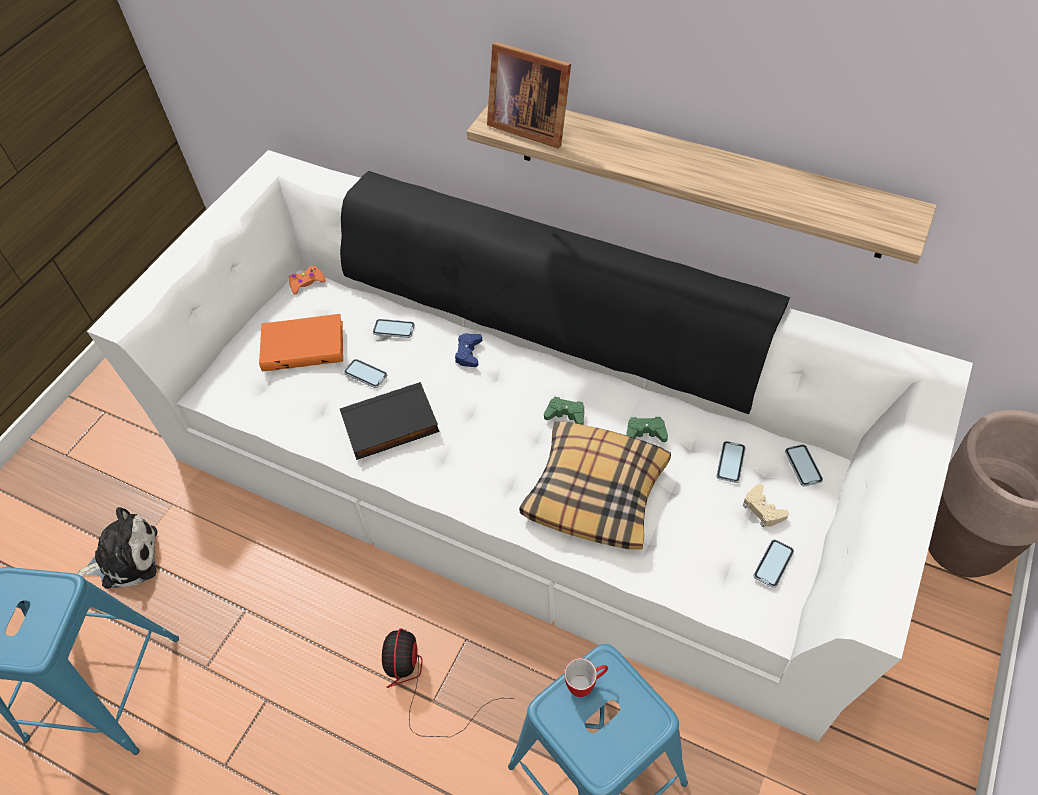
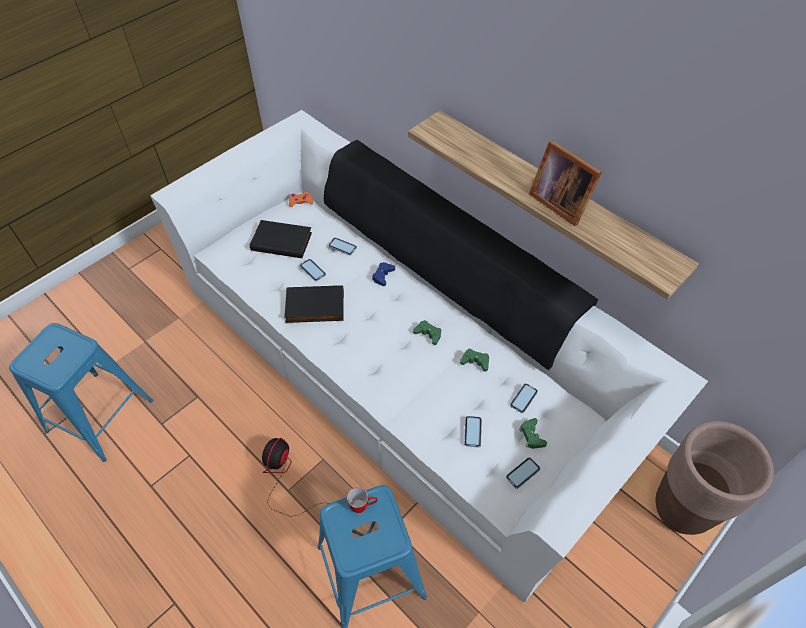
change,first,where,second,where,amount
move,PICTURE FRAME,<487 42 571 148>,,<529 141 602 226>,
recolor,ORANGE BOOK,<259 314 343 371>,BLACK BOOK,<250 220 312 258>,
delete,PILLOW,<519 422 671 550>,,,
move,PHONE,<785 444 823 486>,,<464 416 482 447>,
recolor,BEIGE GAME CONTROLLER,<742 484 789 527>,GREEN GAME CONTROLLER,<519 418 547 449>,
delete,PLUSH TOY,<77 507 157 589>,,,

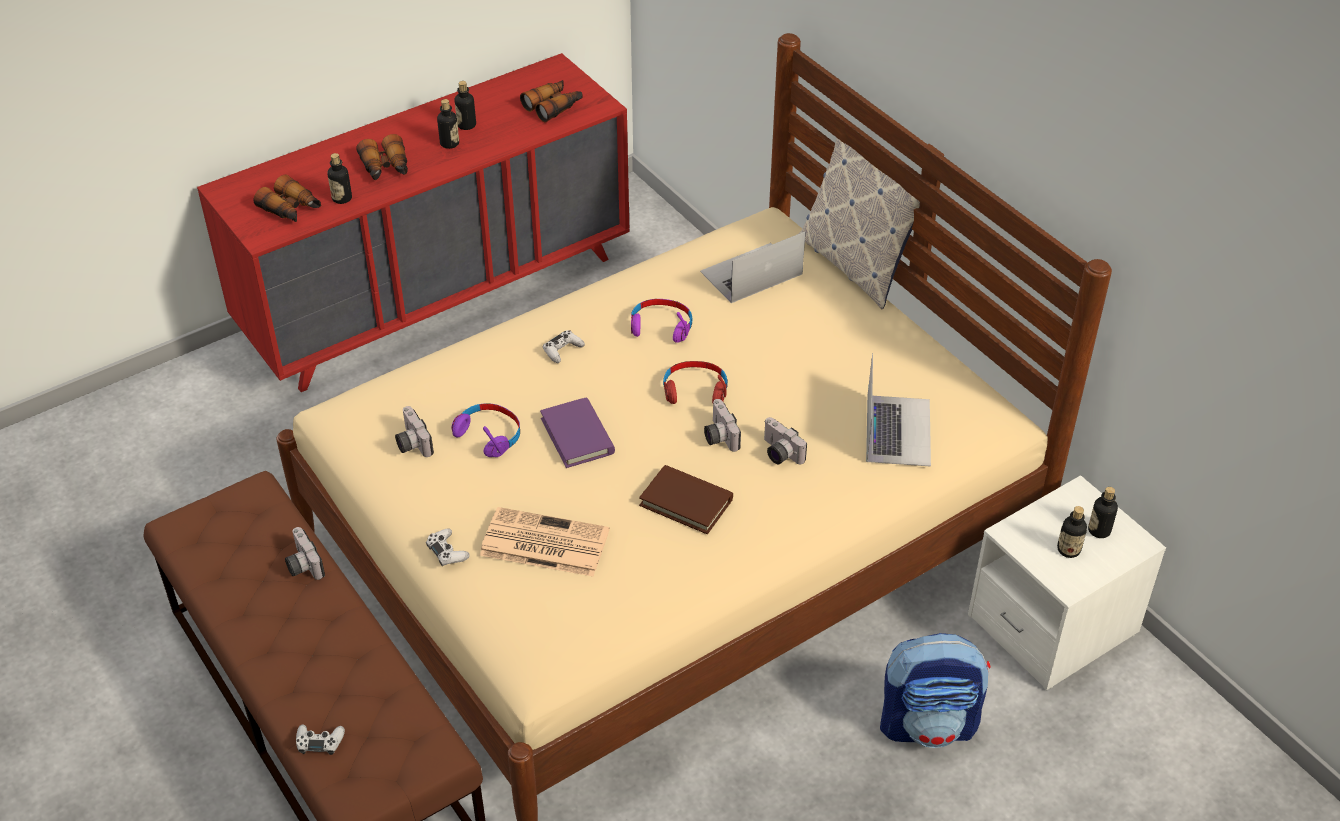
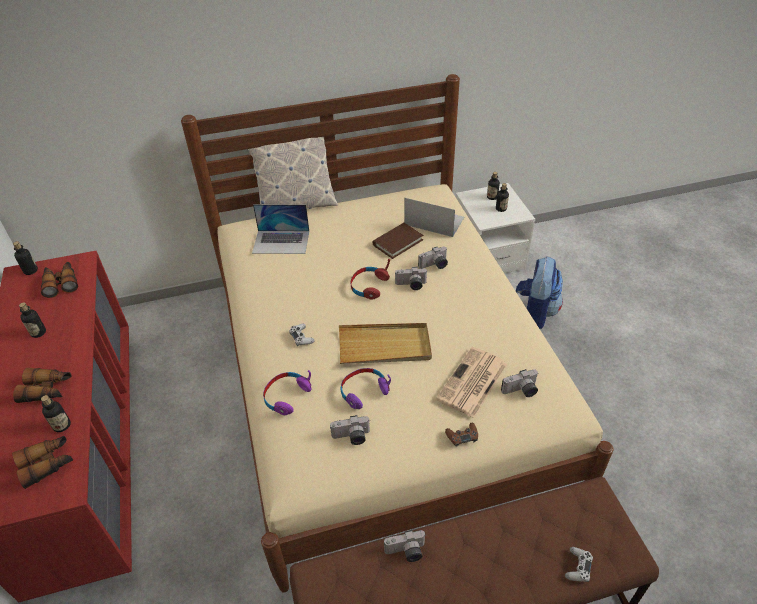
change,first,where,second,where,amount
move,BOTTLE,<437 99 459 149>,,<13 241 38 275>,
rotate,LAPTOP,<700 232 805 303>,,<252 204 309 254>,75 degrees counterclockwise
move,PURPLE HEADPHONES,<631 299 692 343>,,<263 370 312 415>,
replace,PURPLE BOOK,<540 397 615 468>,BEIGE TRAY,<339 323 432 364>,
move,BROWN BOOK,<639 465 733 534>,,<373 223 423 259>,
recolor,WHITE GAME CONTROLLER,<426 529 470 566>,BROWN GAME CONTROLLER,<445 423 478 447>,
insert,,,PHOTO CAMERA,<501 369 538 397>,

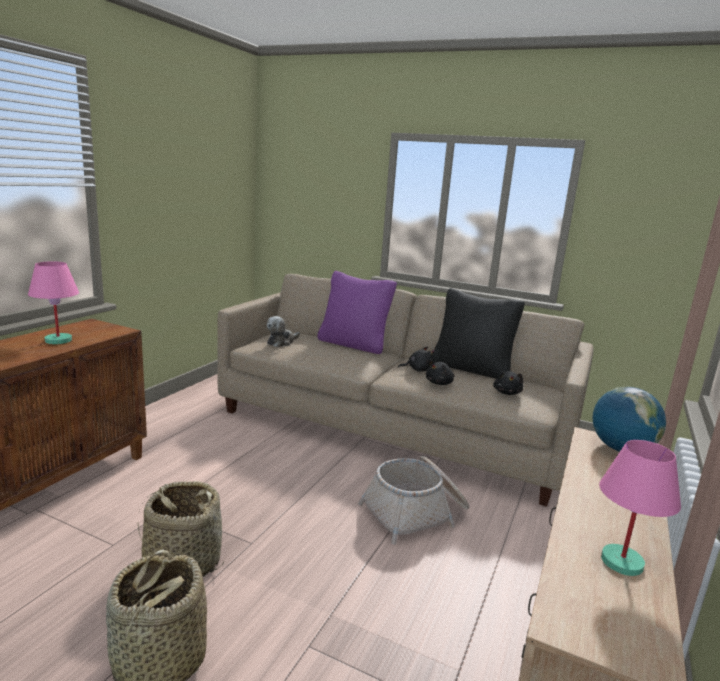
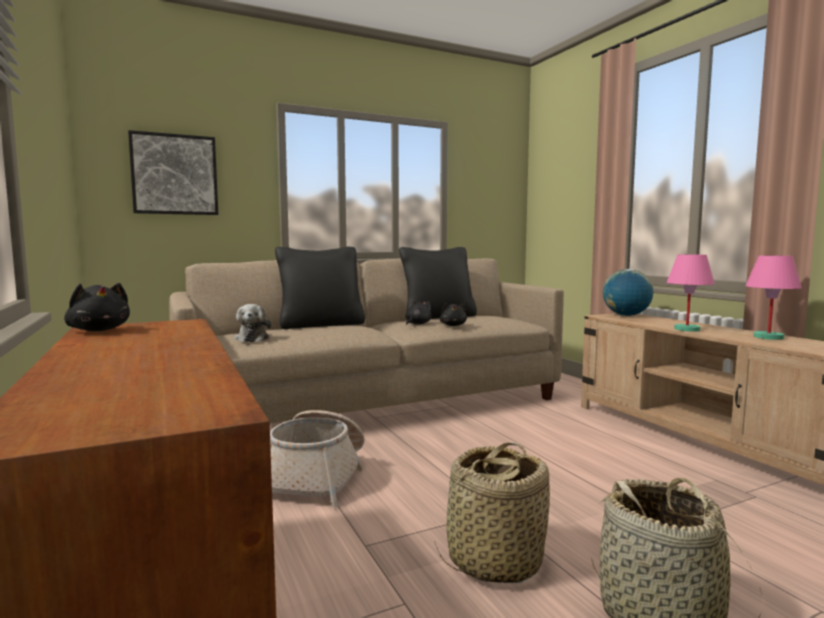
change,first,where,second,where,amount
move,PINK TABLE LAMP,<28 261 79 344>,,<666 254 715 332>,
recolor,PURPLE PILLOW,<317 271 397 354>,BLACK PILLOW,<275 247 365 329>,
move,BLACK PLUSH TOY,<493 371 524 395>,,<64 283 130 331>,
move,BASKET,<358 456 469 545>,,<270 410 365 508>,
insert,,,PICTURE,<128 130 218 215>,

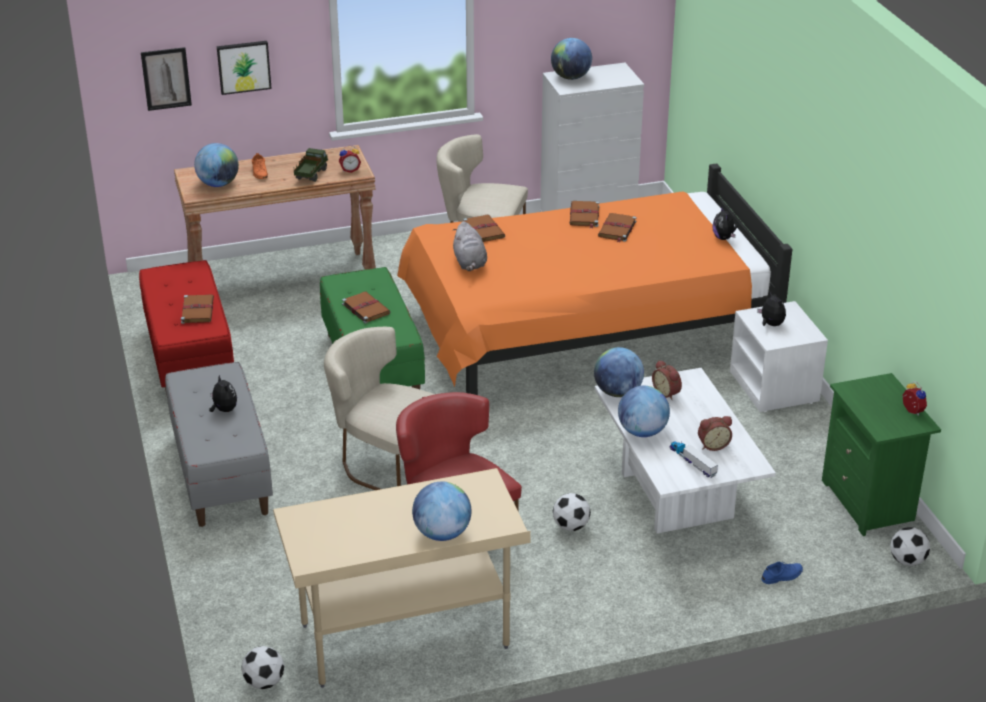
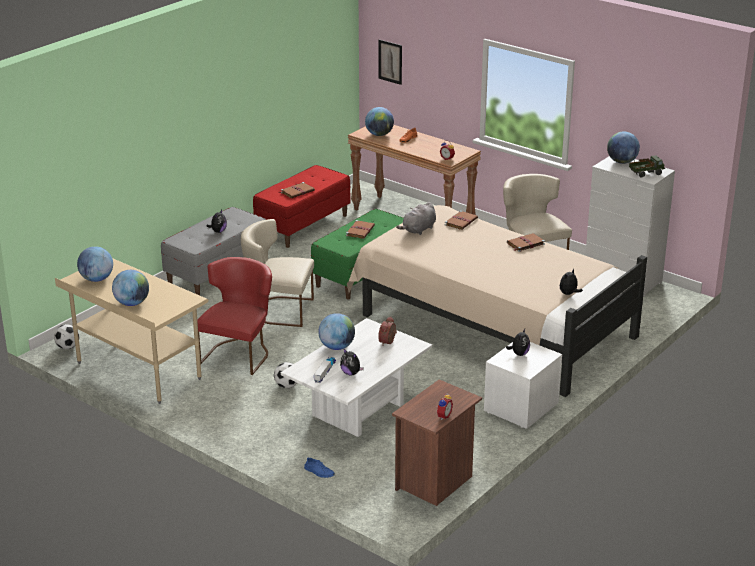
change,first,where,second,where,amount
delete,PICTURE,<217 41 272 95>,,,
move,TOY TRUCK,<294 148 328 182>,,<629 155 665 178>,
recolor,ORANGE BED,<397 163 792 395>,BEIGE BED,<347 205 647 397>,
delete,BROWN BOOK,<598 213 637 243>,,,
rotate,BEIGE CHAIR,<324 327 435 490>,,<241 219 314 327>,75 degrees counterclockwise
move,GLOBE,<594 347 644 397>,,<77 246 113 282>,
recolor,GREEN NIGHTSTAND,<822 373 941 536>,BROWN NIGHTSTAND,<392 379 482 506>,
replace,ALARM CLOCK,<698 416 732 451>,PLUSH TOY,<340 349 364 375>,
delete,FOOTBALL,<890 527 930 566>,,,

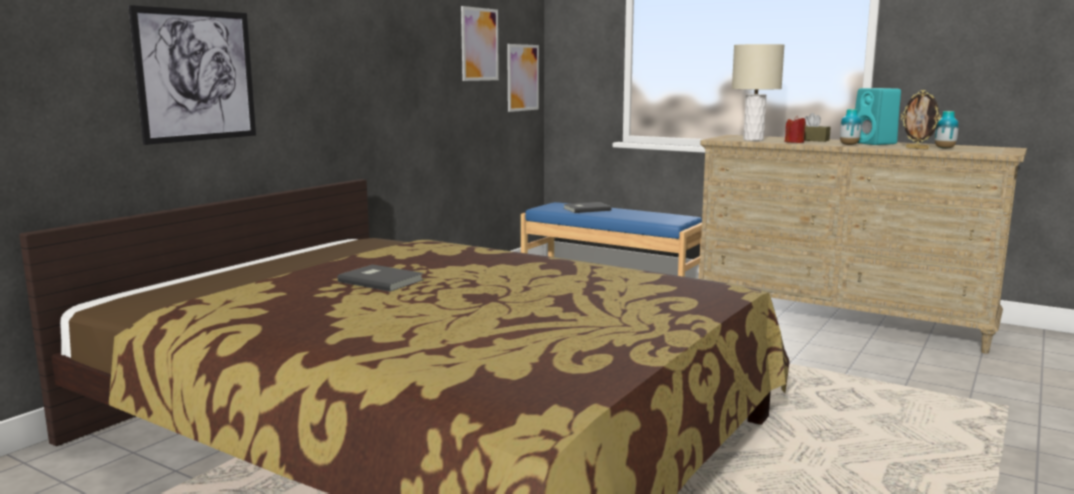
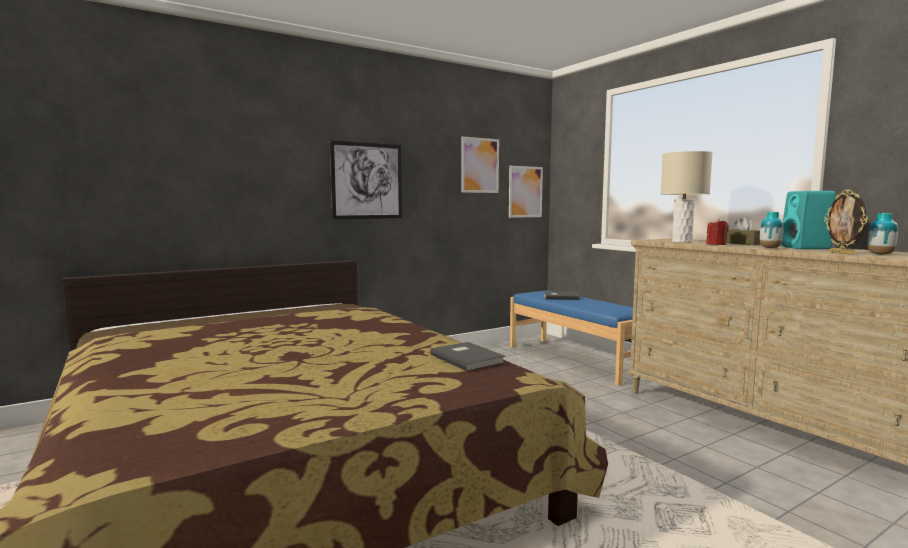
change,first,where,second,where,amount
move,PICTURE,<129 5 256 145>,,<330 140 402 219>,
move,GREY BOOK,<337 264 424 292>,,<430 342 505 371>,

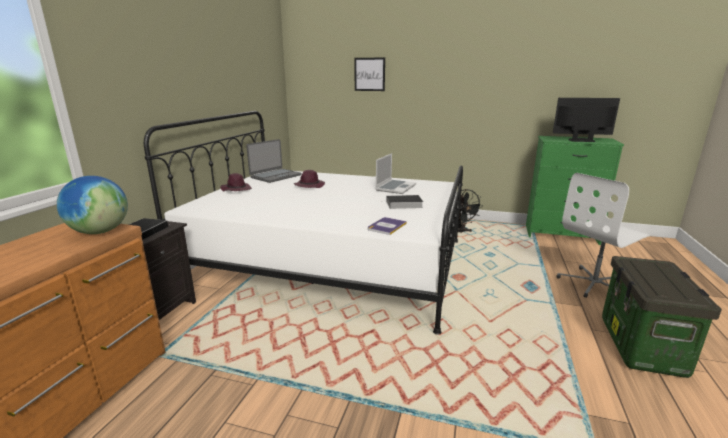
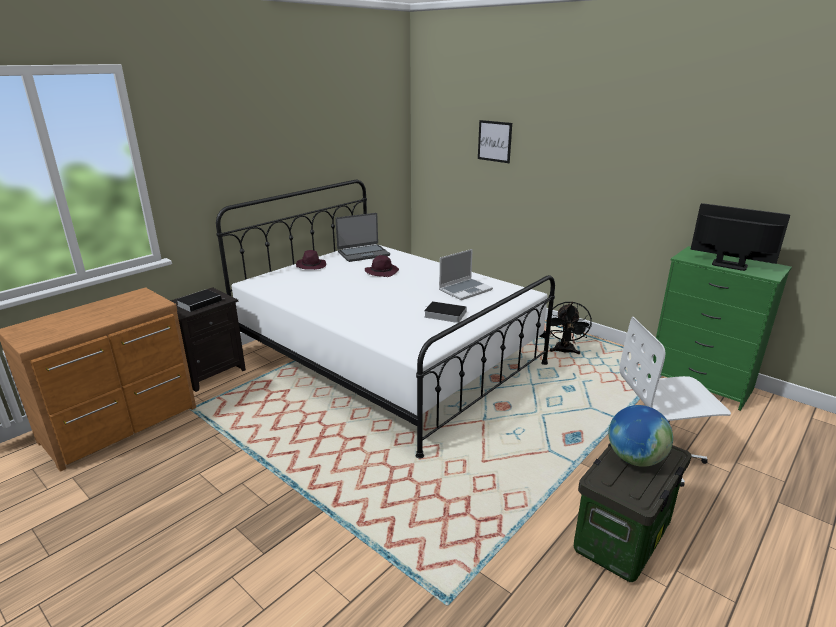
change,first,where,second,where,amount
move,GLOBE,<57 176 128 234>,,<608 405 673 467>,
delete,BOOK,<368 217 407 235>,,,

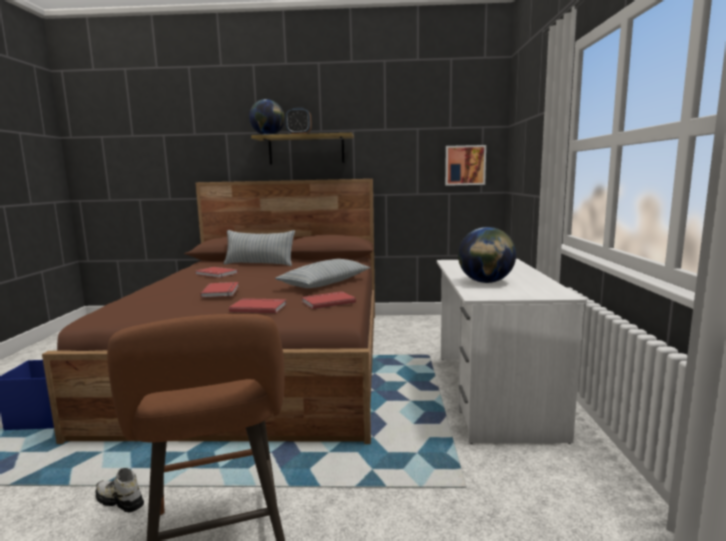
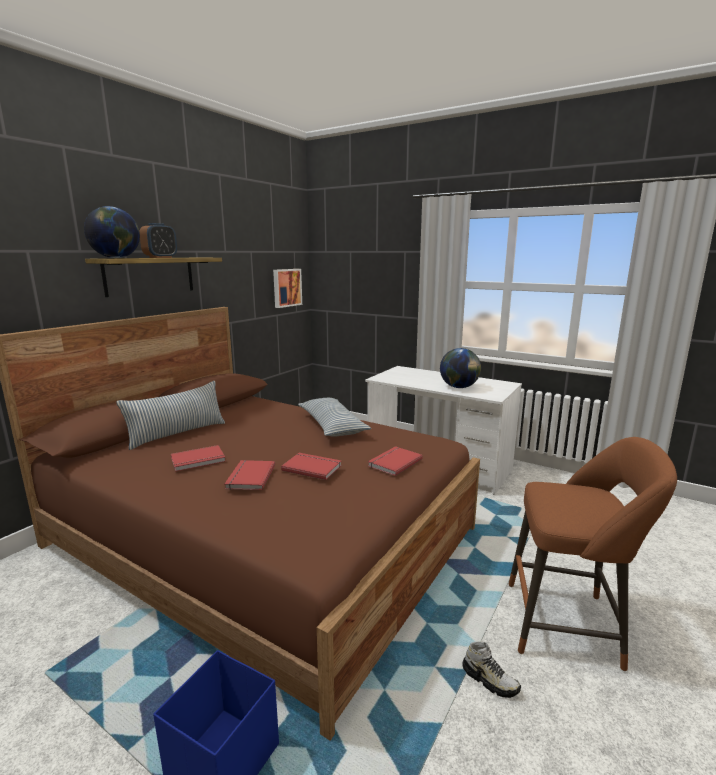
change,first,where,second,where,amount
move,RED BOOK,<301 291 356 309>,,<225 460 275 490>,
rotate,SHOE,<96 468 144 513>,,<462 641 521 698>,105 degrees counterclockwise

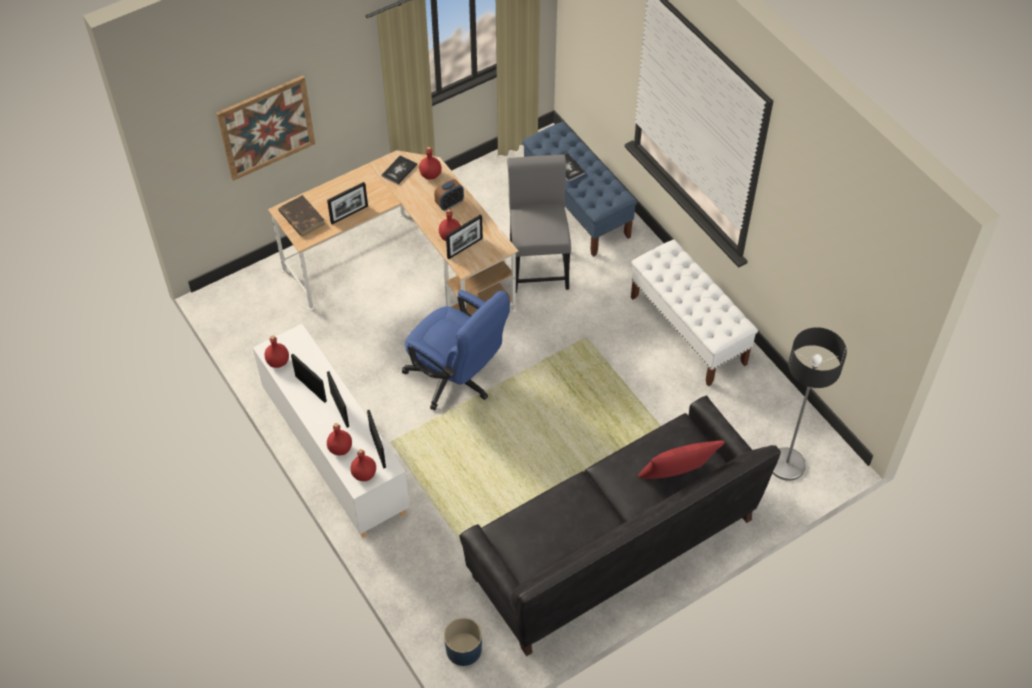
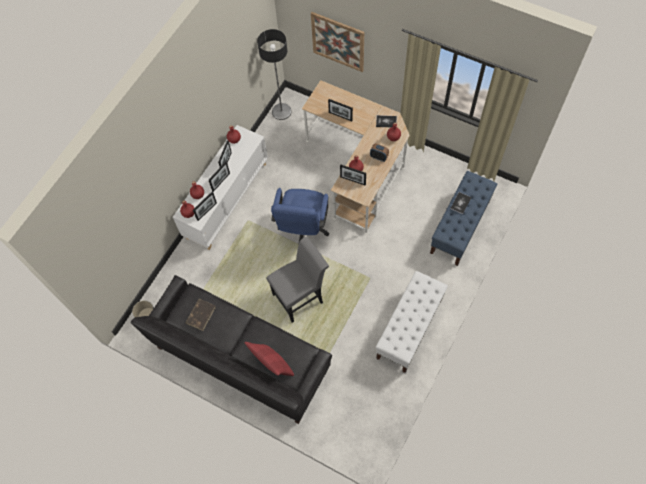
change,first,where,second,where,amount
move,GREY CHAIR,<507 155 571 293>,,<266 237 329 323>,
move,BROWN BOOK,<278 195 325 236>,,<185 299 216 331>,
move,FLOOR LAMP,<773 327 847 481>,,<257 29 292 120>,

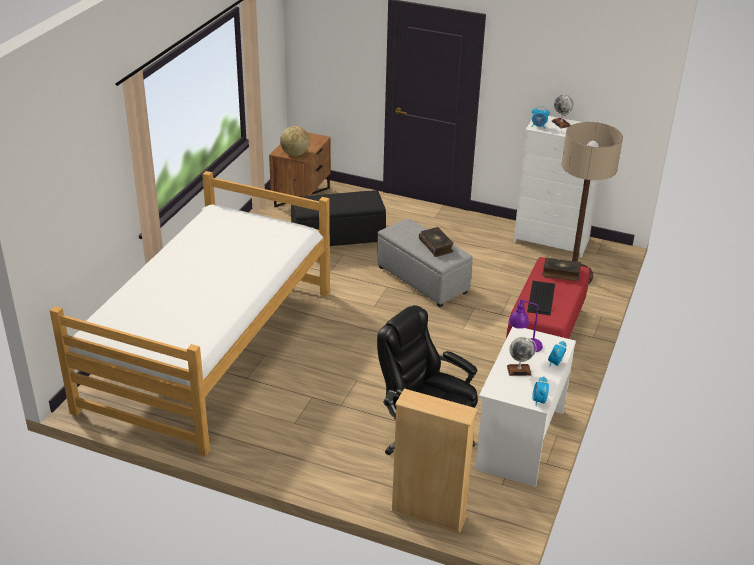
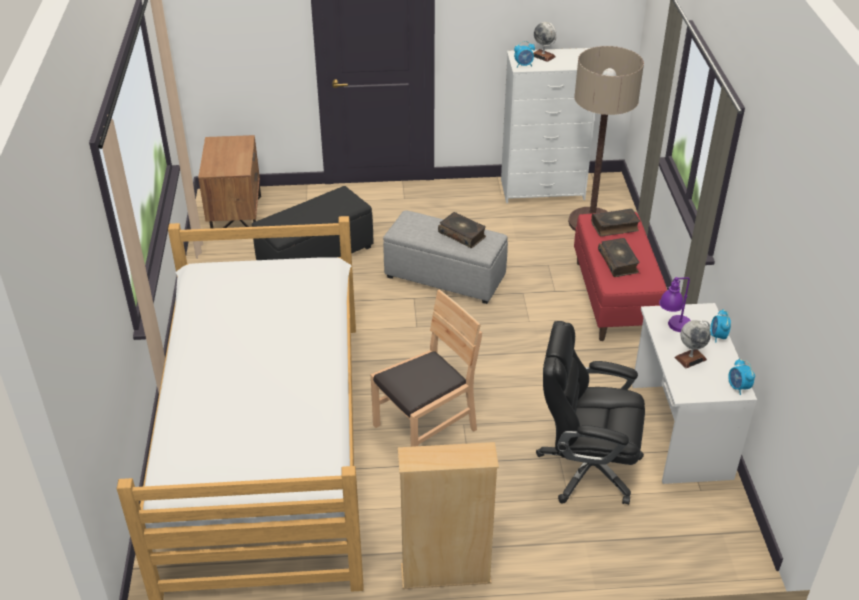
change,first,where,second,where,amount
delete,GLOBE,<280 126 310 156>,,,
replace,KEYBOARD,<527 281 555 316>,BOOK,<598 238 640 277>,
move,BEIGE BOOKCASE,<391 389 478 533>,,<398 442 499 589>,
insert,,,BROWN CHAIR,<371 289 482 447>,

